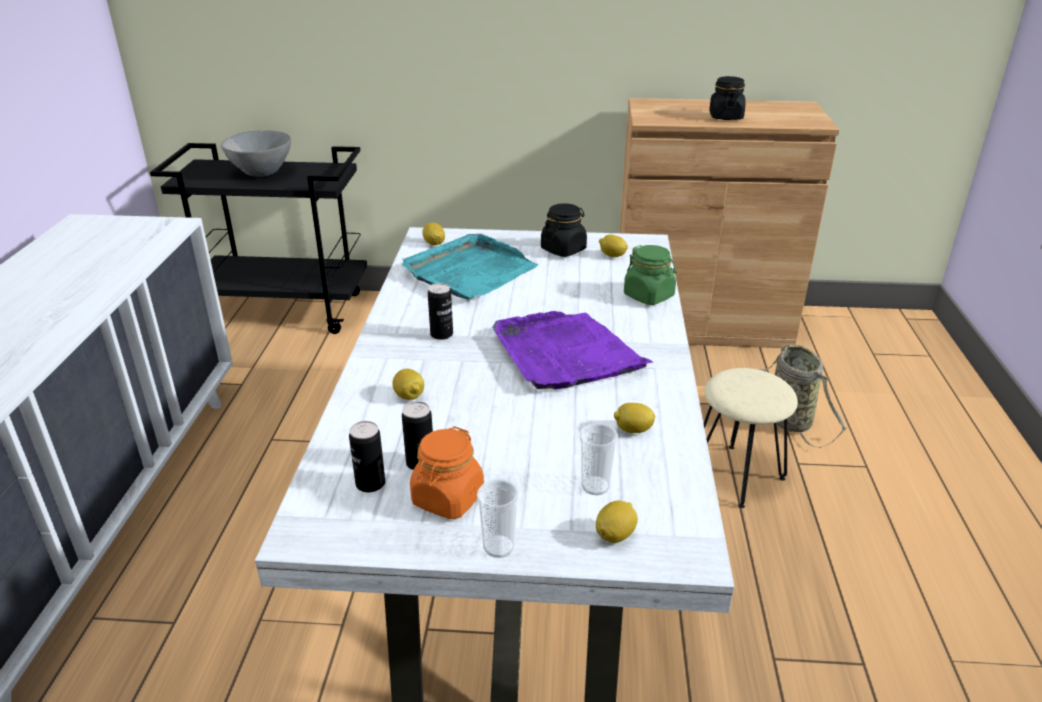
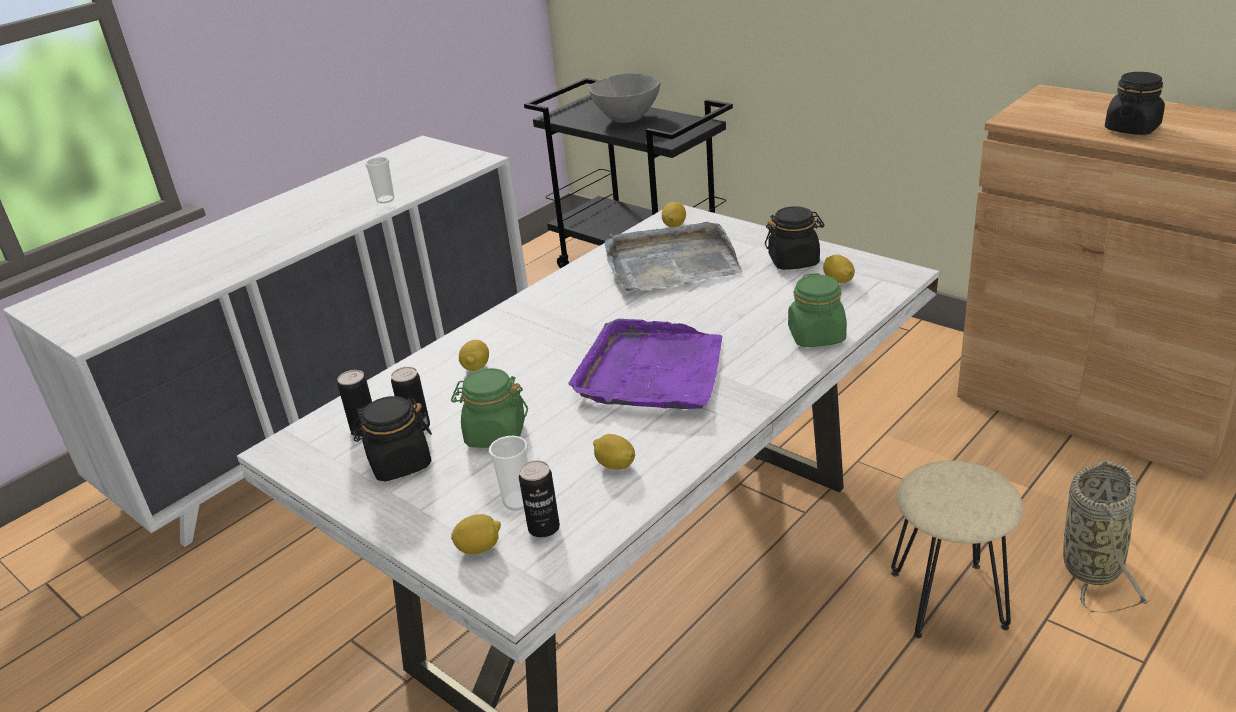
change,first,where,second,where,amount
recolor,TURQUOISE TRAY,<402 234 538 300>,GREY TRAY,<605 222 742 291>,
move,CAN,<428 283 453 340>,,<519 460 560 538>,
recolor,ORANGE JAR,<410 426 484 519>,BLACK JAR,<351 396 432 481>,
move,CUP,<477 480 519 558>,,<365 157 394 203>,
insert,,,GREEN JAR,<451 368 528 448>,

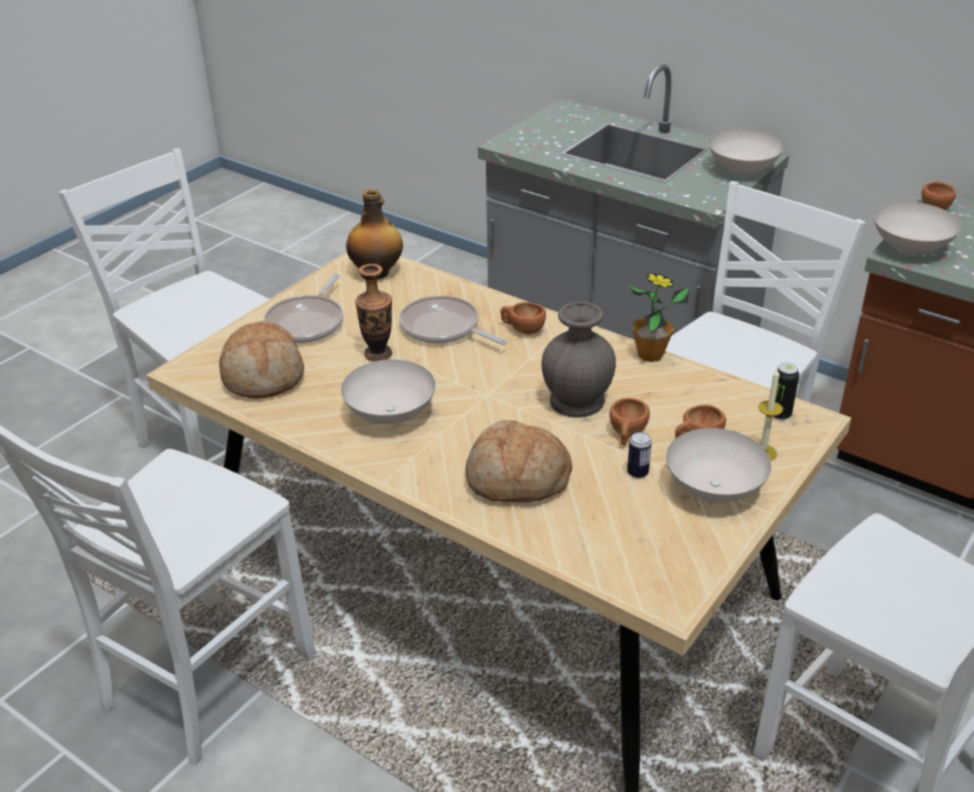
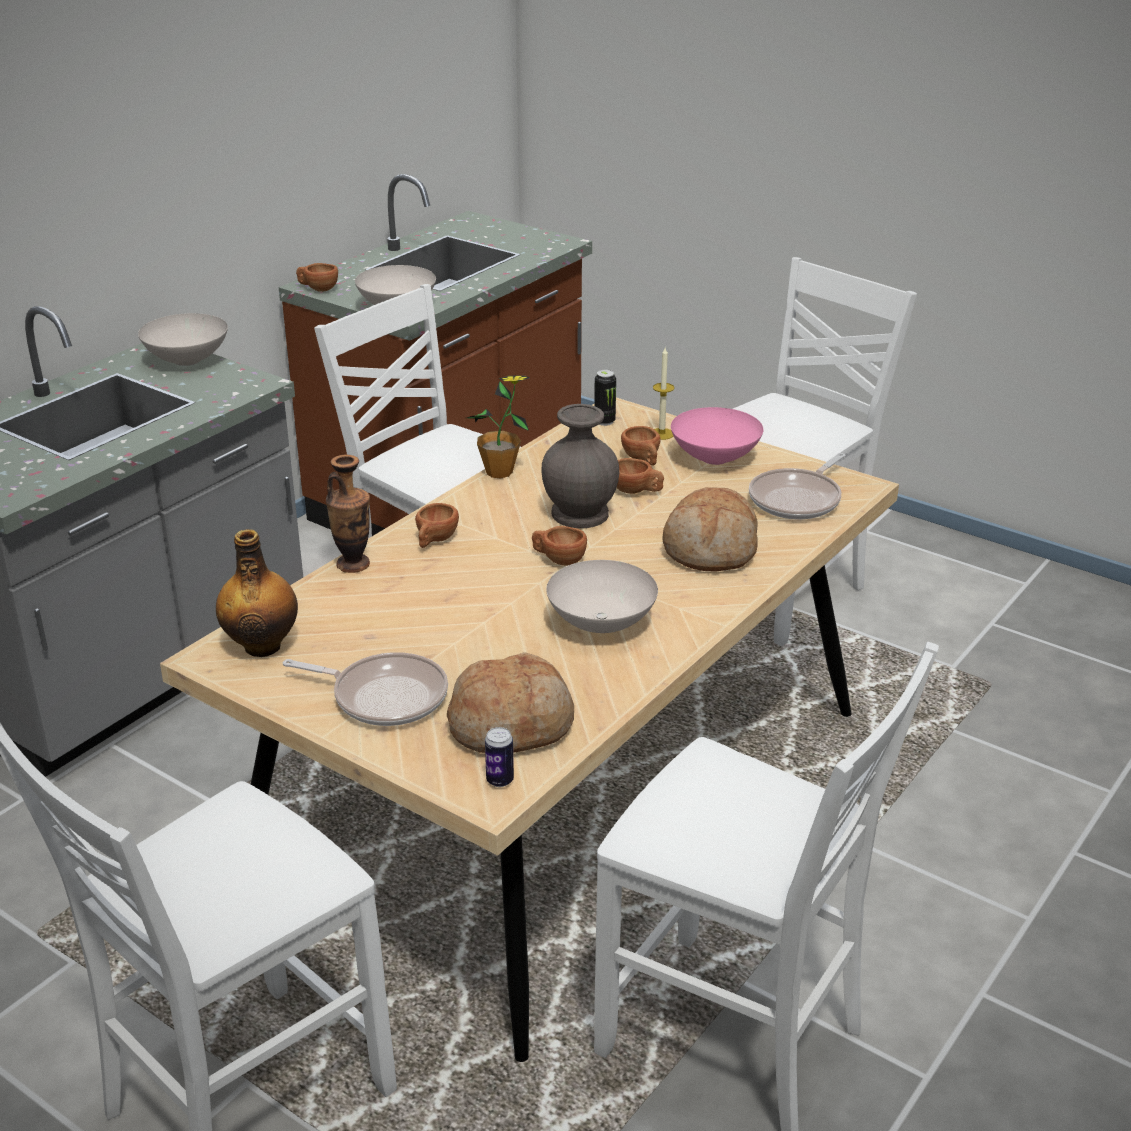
change,first,where,second,where,amount
move,VASE,<355 264 392 361>,,<326 455 370 573>,
move,FRYING PAN,<399 295 507 345>,,<749 453 846 520>,
recolor,WHITE BOWL,<666 428 771 503>,PINK BOWL,<671 407 763 465>,
move,CAN,<627 432 652 478>,,<485 727 514 787>,
insert,,,BROWN CUP,<532 526 587 566>,

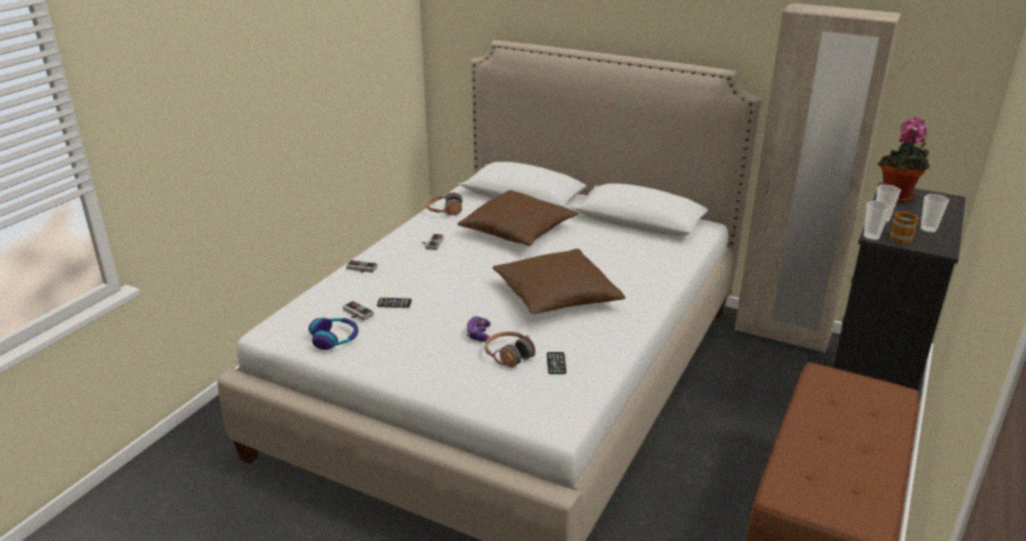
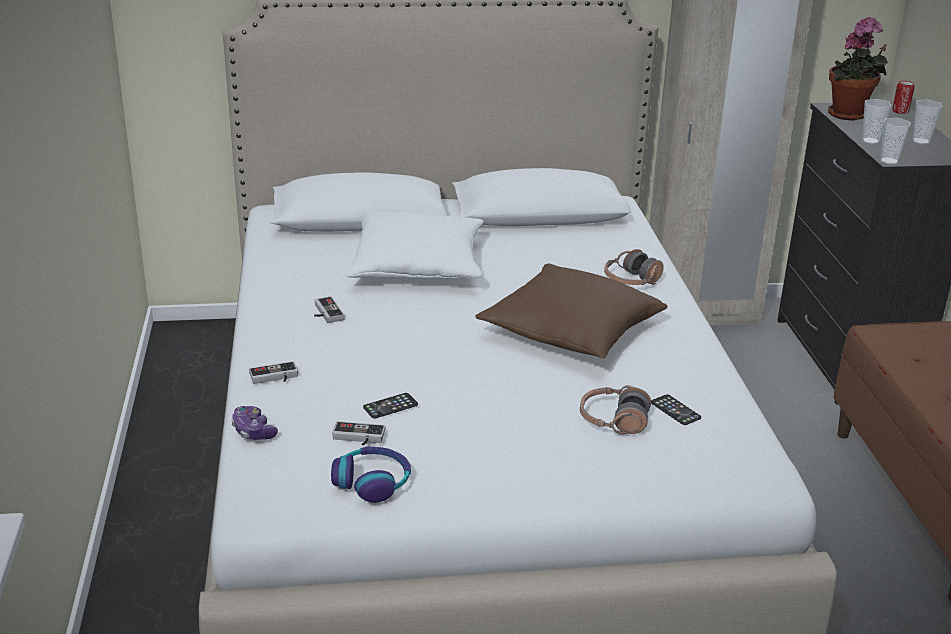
change,first,where,second,where,amount
recolor,BROWN PILLOW,<457 190 578 246>,WHITE PILLOW,<345 212 484 280>,
move,HEADPHONES,<426 193 463 216>,,<604 249 664 285>,
delete,MUG,<889 211 919 244>,,,
move,GAME CONTROLLER,<466 316 491 342>,,<231 406 278 440>,
insert,,,CAN,<892 81 914 114>,

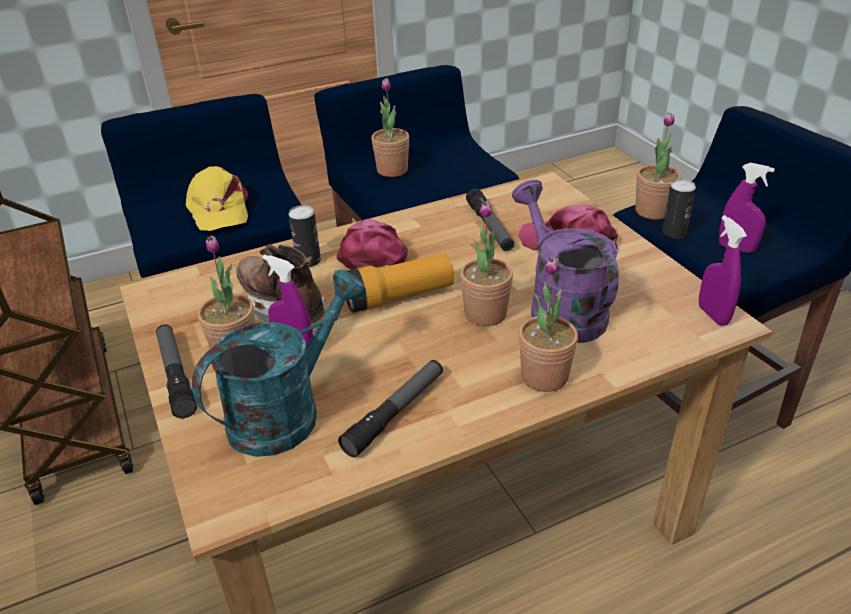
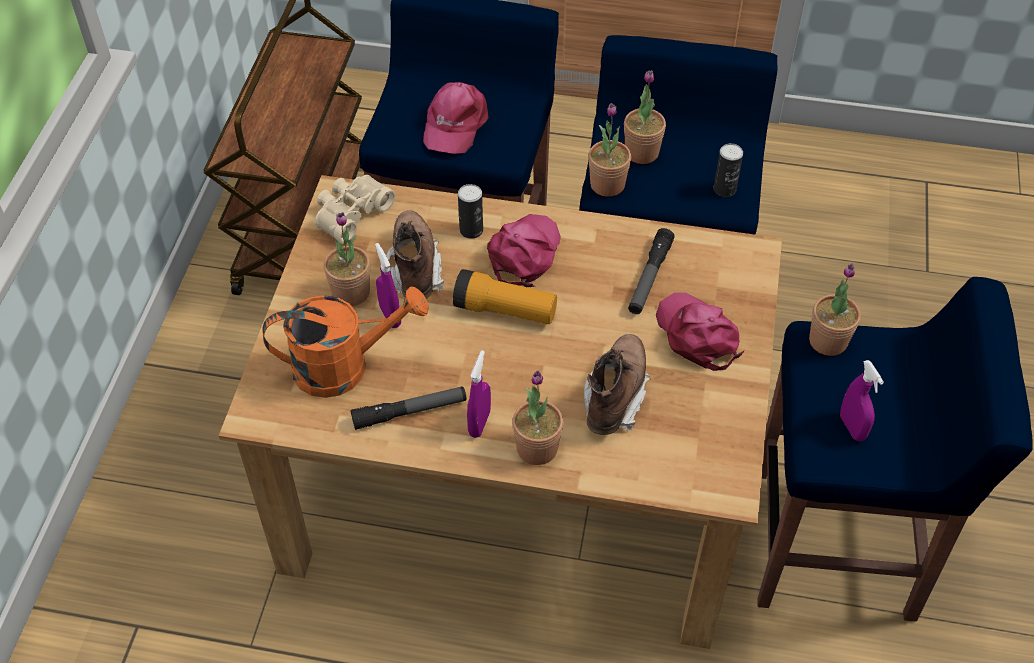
change,first,where,second,where,amount
recolor,YELLOW CAP,<186 166 248 231>,PINK CAP,<423 82 489 154>,
move,CAN,<662 179 696 239>,,<714 143 743 197>,
replace,PURPLE WATERING CAN,<512 180 619 343>,BROWN BOOT,<584 334 650 435>,
move,POTTED PLANT,<460 201 513 326>,,<588 103 631 197>,
move,PURPLE SPRAY BOTTLE,<699 215 747 326>,,<467 350 491 438>,
recolor,TURQUOISE WATERING CAN,<192 270 366 457>,ORANGE WATERING CAN,<262 287 429 398>,
delete,FLASHLIGHT,<156 324 197 418>,,,
insert,,,BEIGE BINOCULARS,<315 175 395 244>,

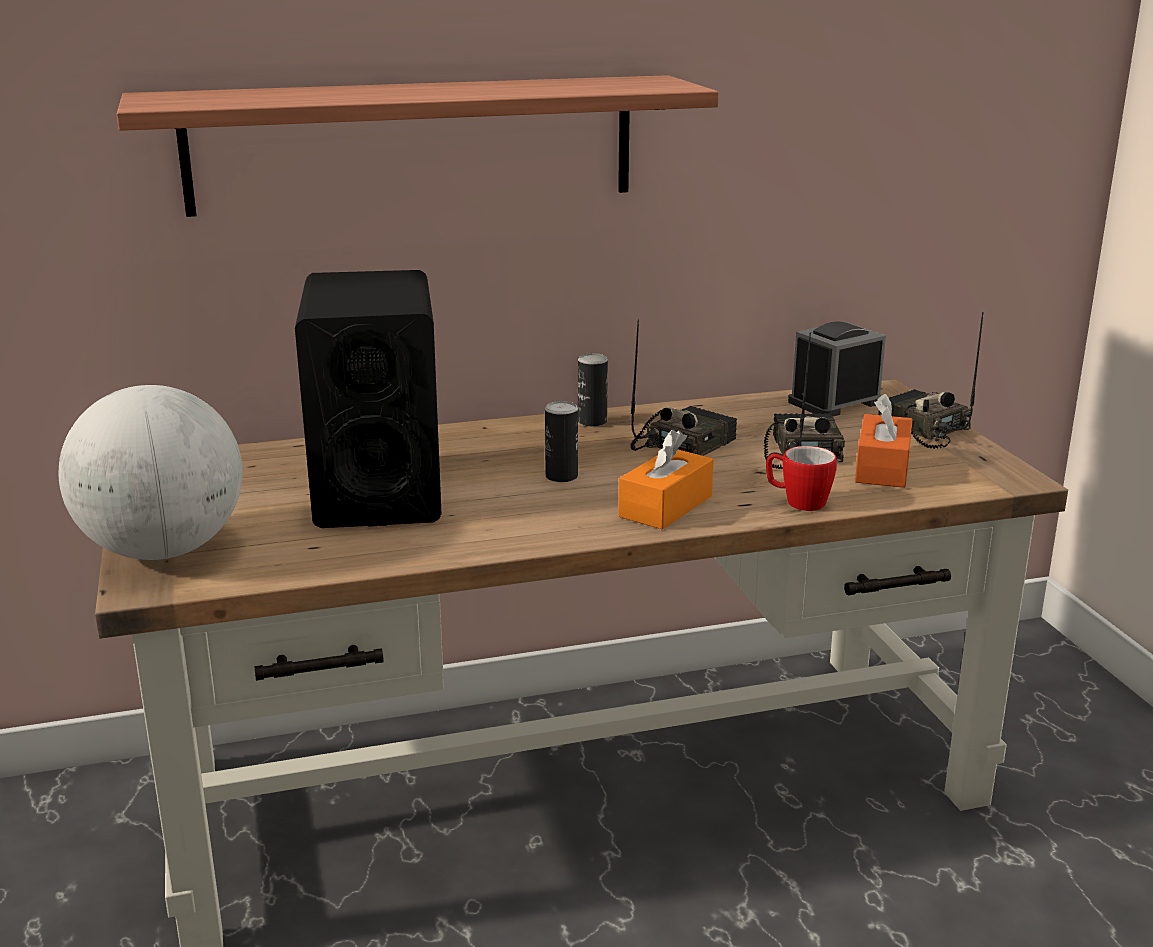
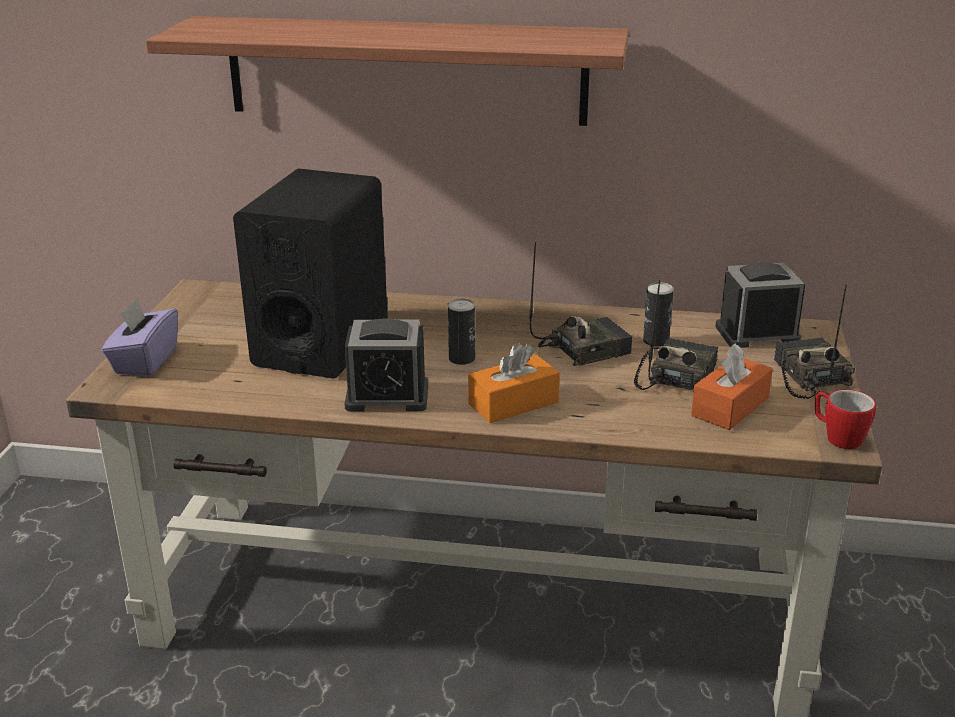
change,first,where,second,where,amount
move,CAN,<578 353 608 427>,,<643 282 673 347>,
replace,GLOBE,<58 385 243 560>,PURPLE TISSUE BOX,<102 298 178 376>,
move,MUG,<766 446 837 511>,,<815 389 876 449>,
insert,,,ALARM CLOCK,<345 319 428 411>,

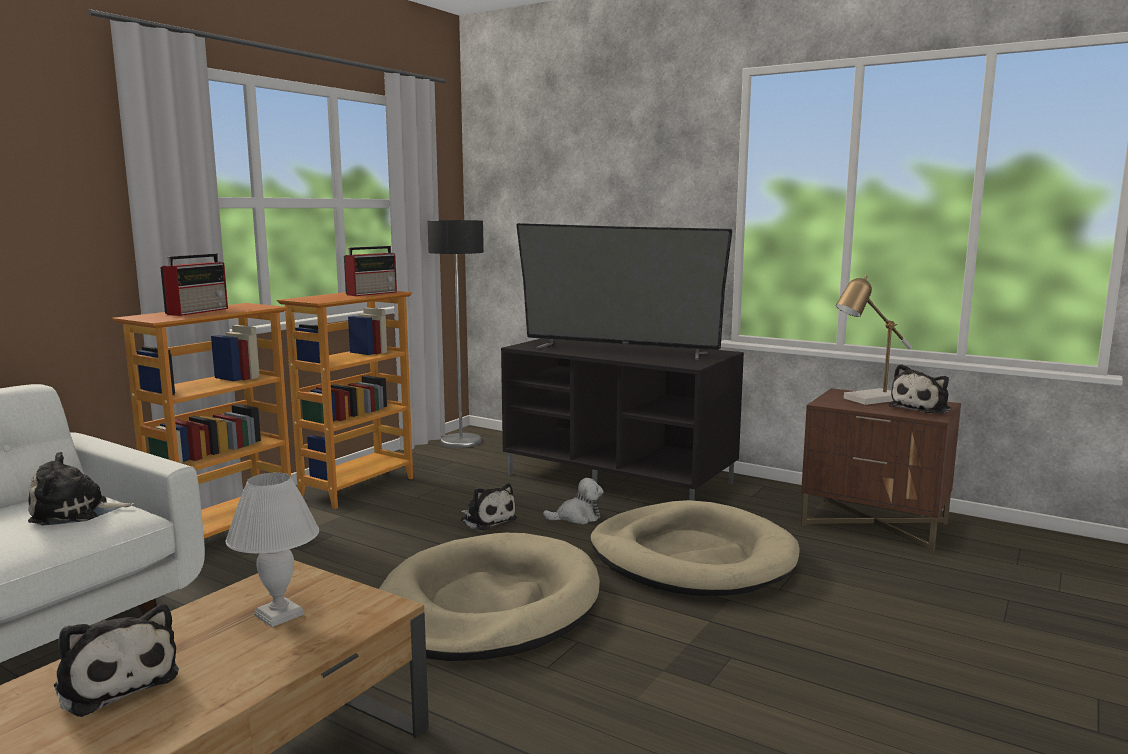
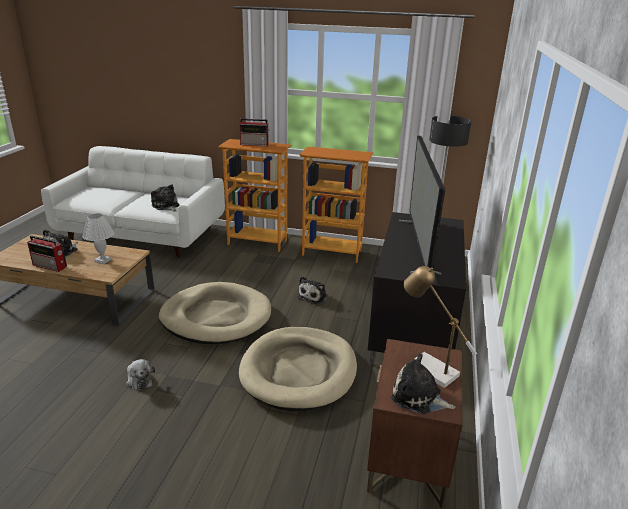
change,first,where,second,where,amount
move,RADIO,<344 246 397 296>,,<27 235 67 272>,
move,PLUSH TOY,<543 478 604 524>,,<126 359 155 391>,

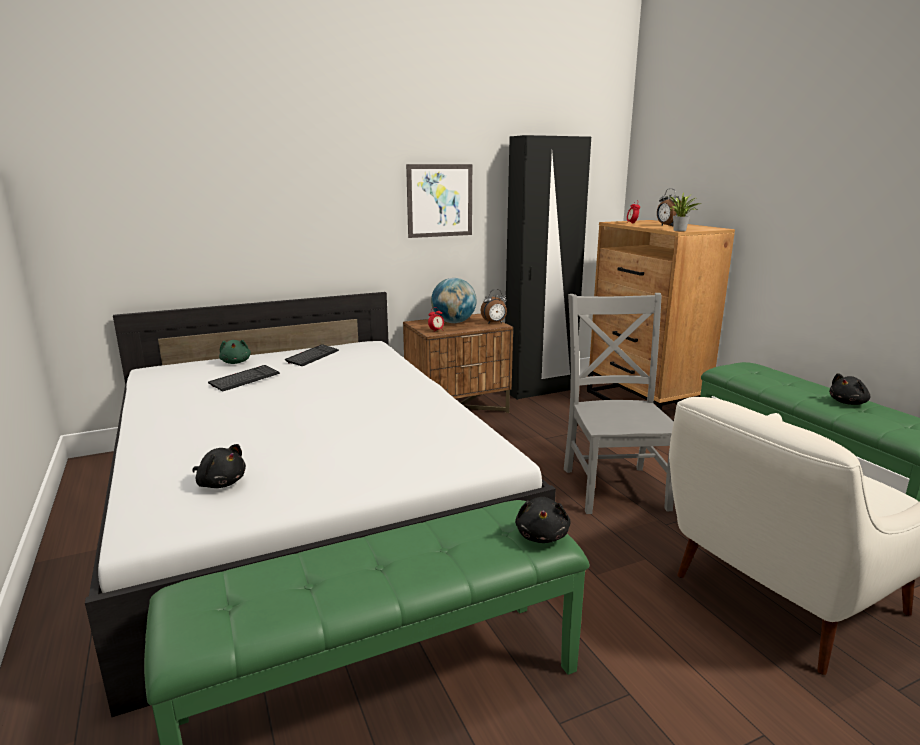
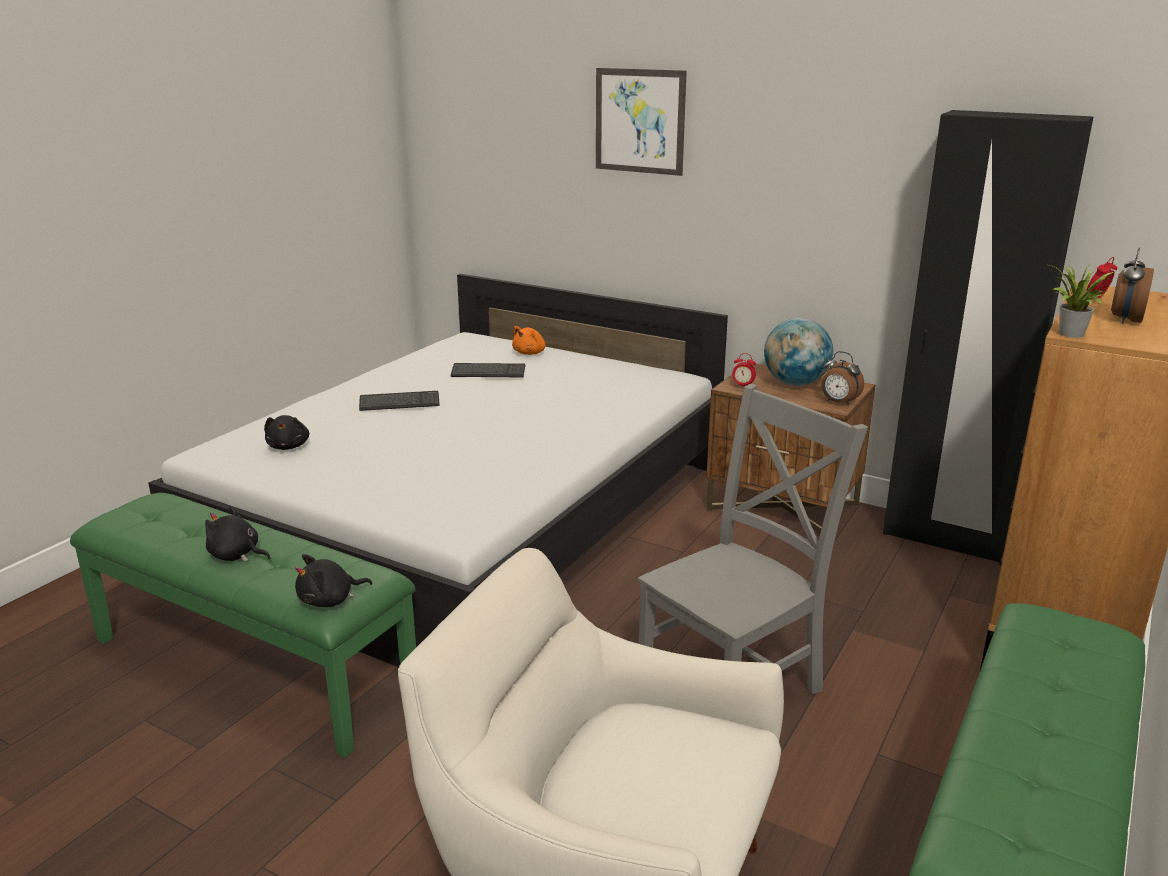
change,first,where,second,where,amount
move,PICTURE,<406 164 472 238>,,<596 68 687 176>,
recolor,GREEN PLUSH TOY,<219 340 251 364>,ORANGE PLUSH TOY,<512 326 546 355>,
move,KEYBOARD,<285 344 339 366>,,<359 391 440 411>,
move,BLACK PLUSH TOY,<829 373 870 405>,,<205 506 271 562>,

